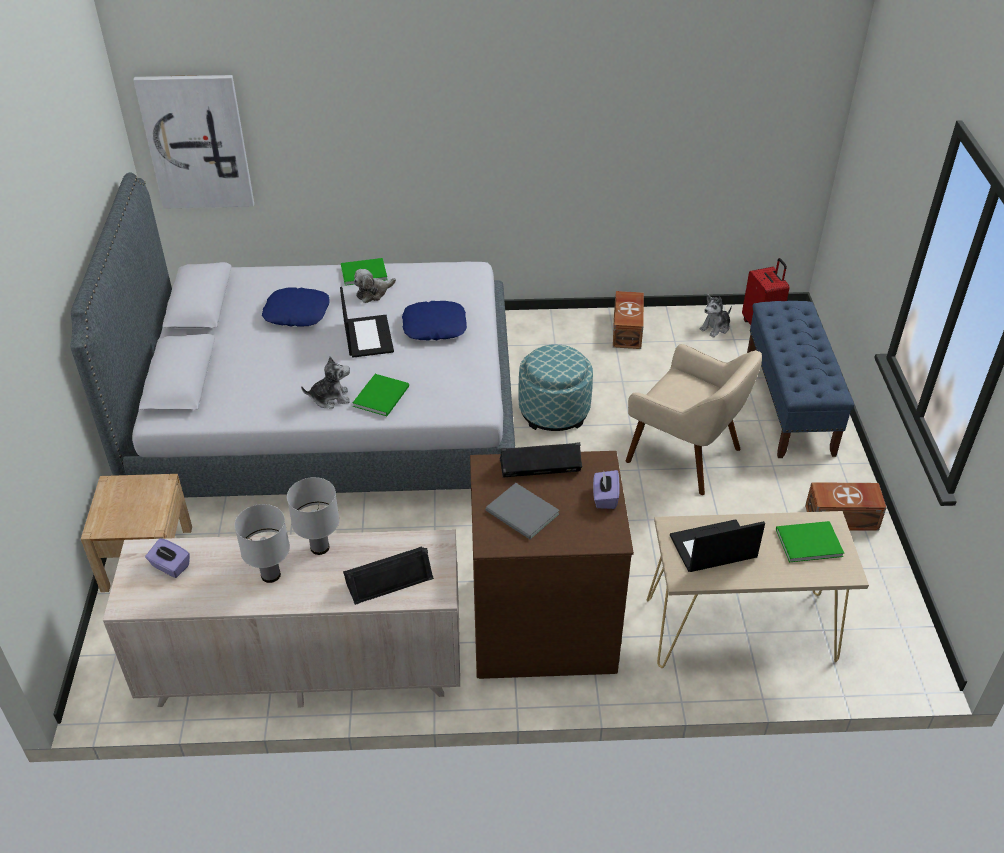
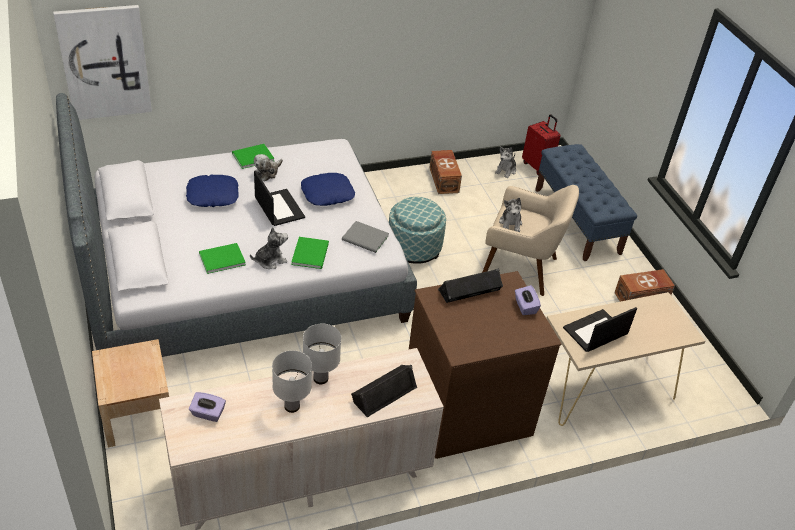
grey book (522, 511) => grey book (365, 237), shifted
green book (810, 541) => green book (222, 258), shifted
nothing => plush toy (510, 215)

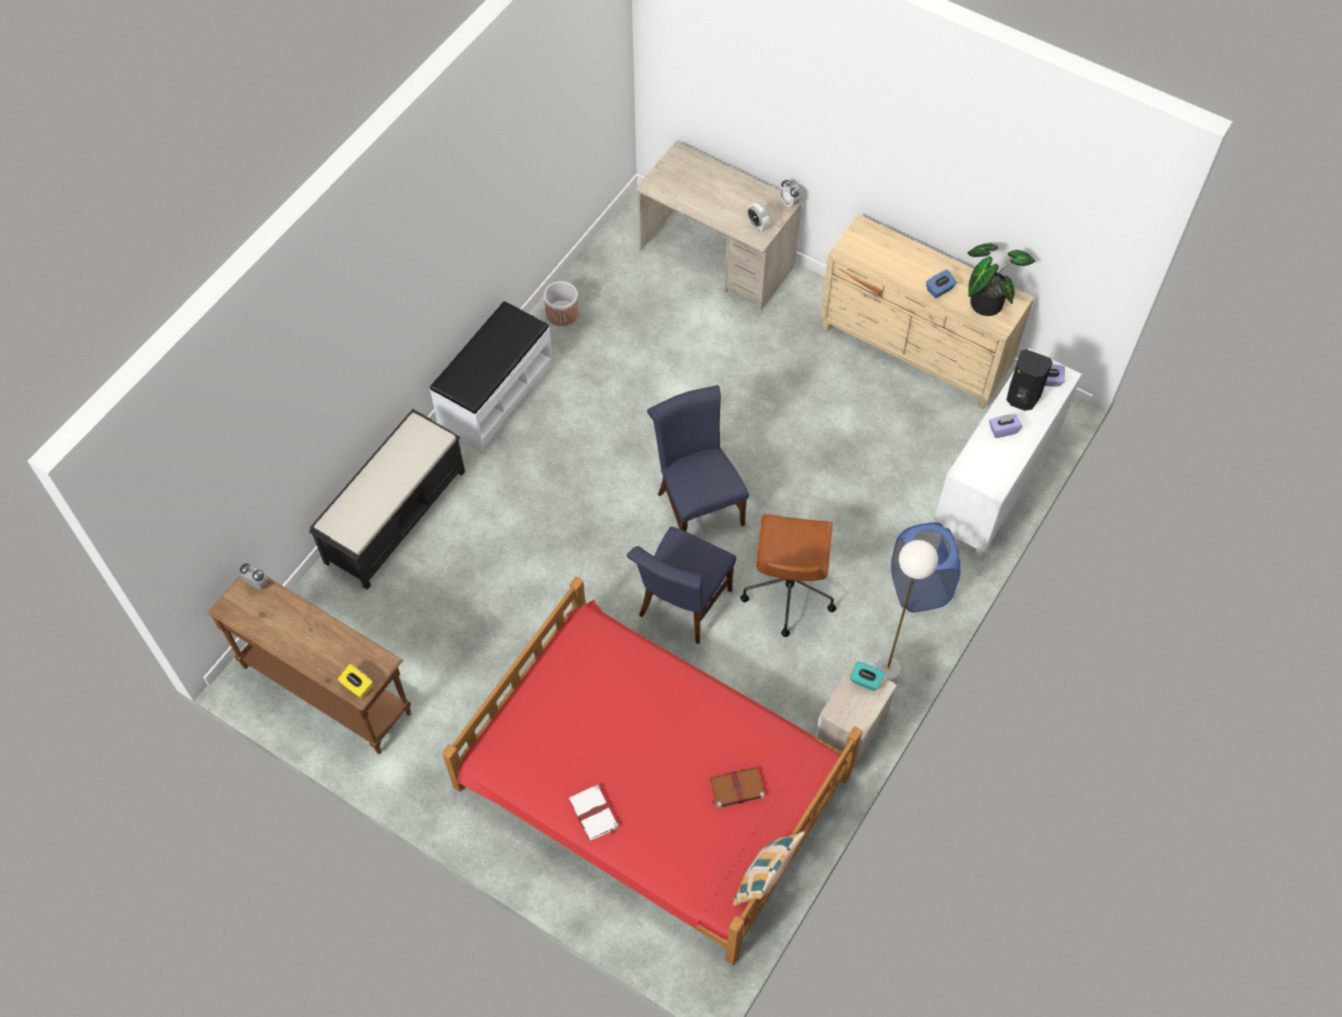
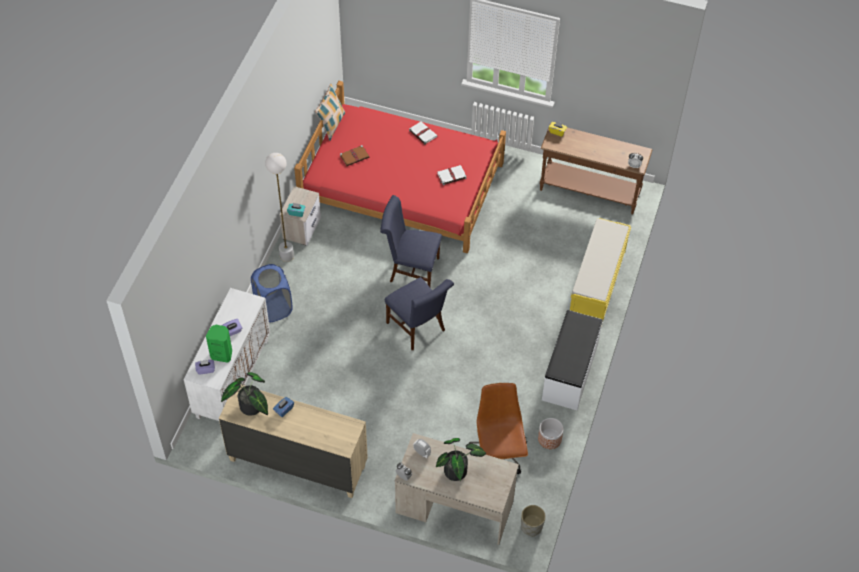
black bench (387, 499) => yellow bench (600, 273)
blue chair (681, 585) => blue chair (411, 241), 90 degrees counterclockwise
brown office chair (788, 575) => brown office chair (497, 428), shifted
black speaker (1029, 380) => green speaker (219, 344)
nothing => potted plant (461, 459)
nothing => white book (452, 175)
nothing => grey planter (533, 520)

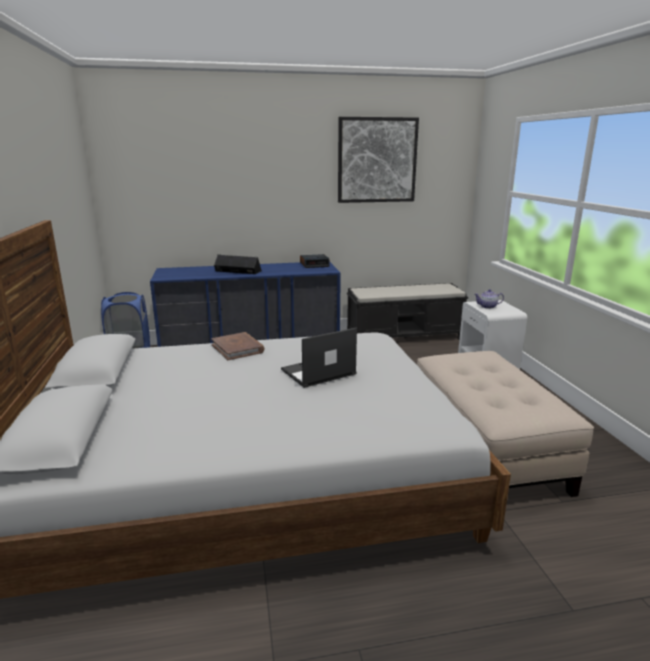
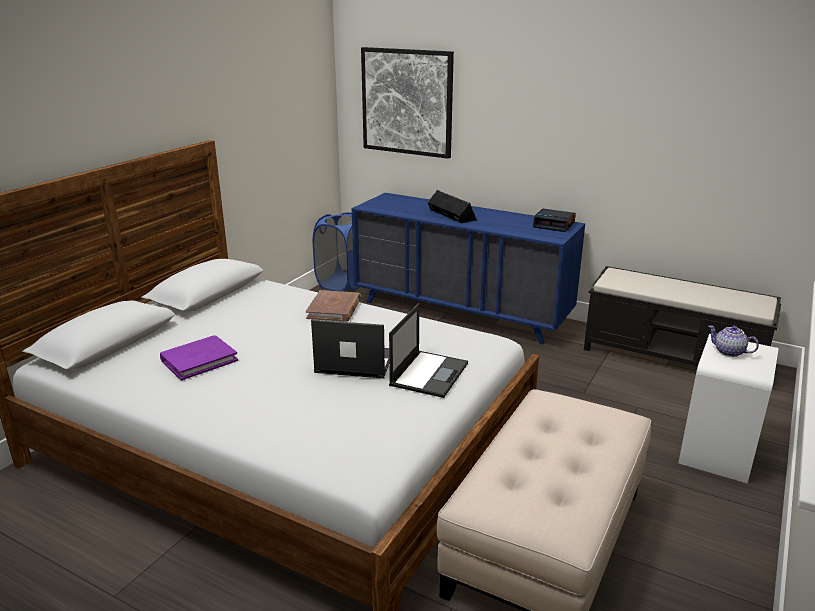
picture (378, 160) => picture (407, 103), shifted
nothing => purple book (199, 358)
nothing => laptop (428, 350)

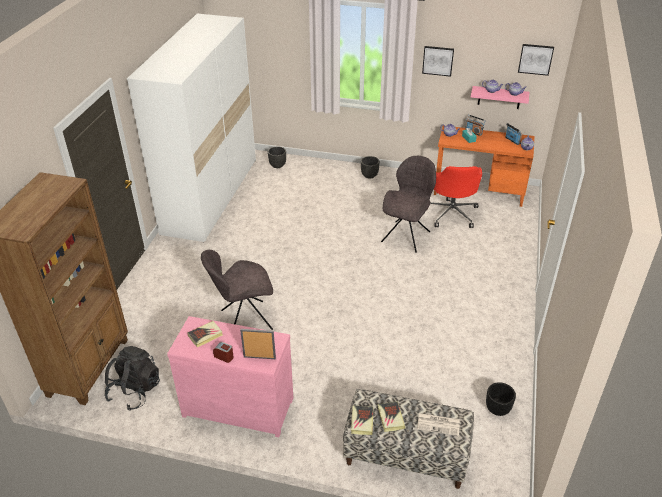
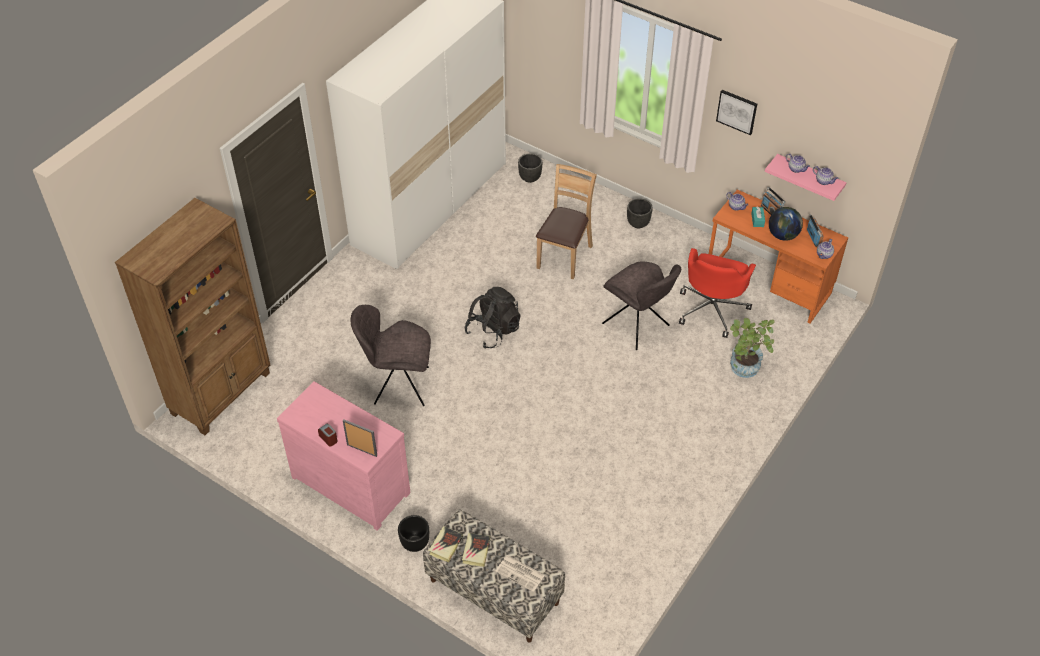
black backpack (132, 378) => black backpack (492, 318), shifted
book (205, 334) => nothing
grey chair (408, 204) => grey chair (641, 306), 90 degrees clockwise
black planter (501, 399) => black planter (413, 533), shifted
picture (536, 60) => nothing
nothing => brown chair (566, 221)
nothing => potted plant (752, 348)
nothing => globe (786, 224)

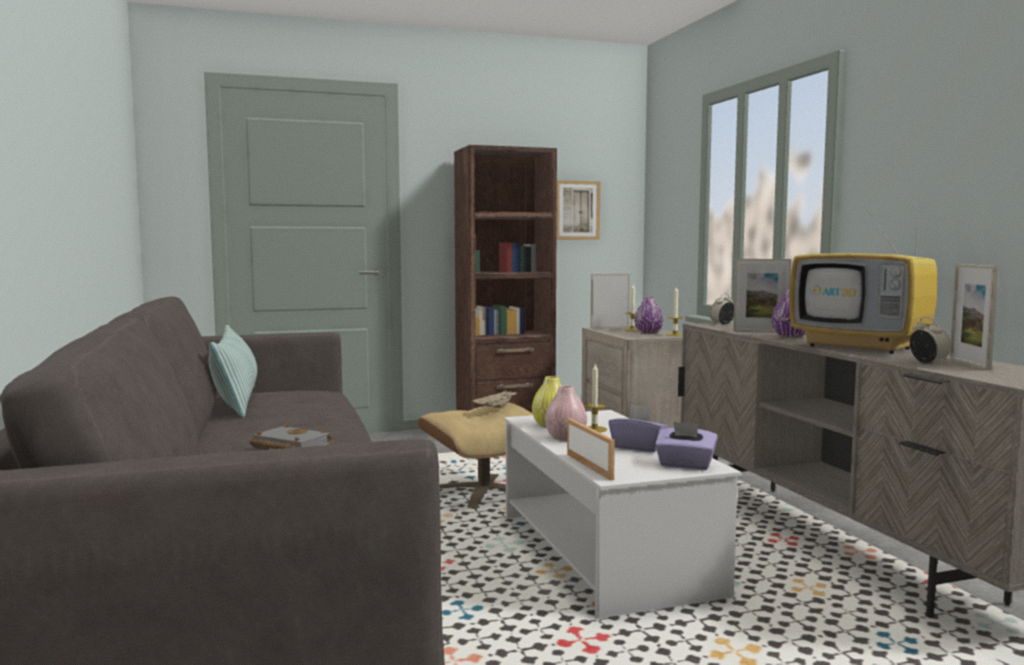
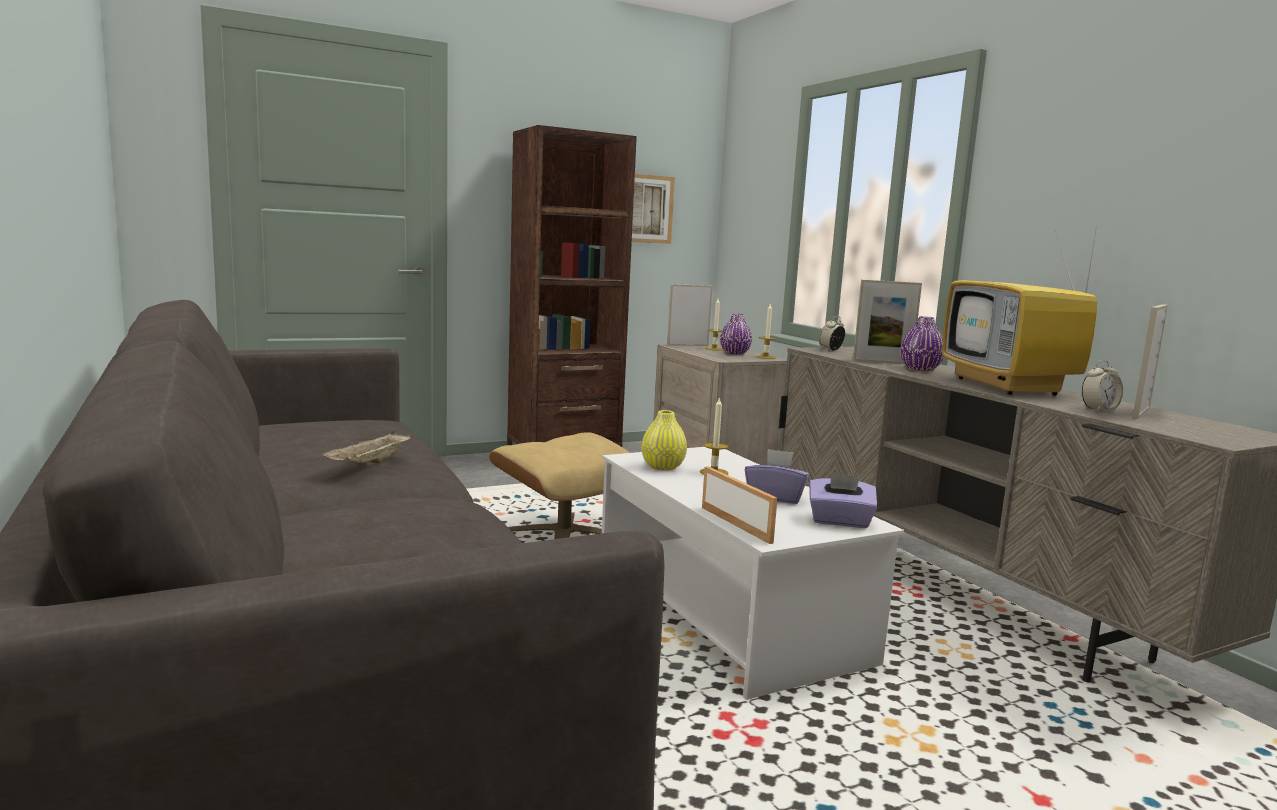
pillow (233, 371) => nothing
grey book (291, 436) => nothing
beige tray (494, 399) => beige tray (366, 447), shifted
pink vase (566, 413) => nothing
television (864, 272) => television (1020, 307), 45 degrees clockwise
alarm clock (930, 340) => alarm clock (1102, 386), 90 degrees clockwise
picture frame (974, 317) => picture frame (1150, 361), 45 degrees clockwise

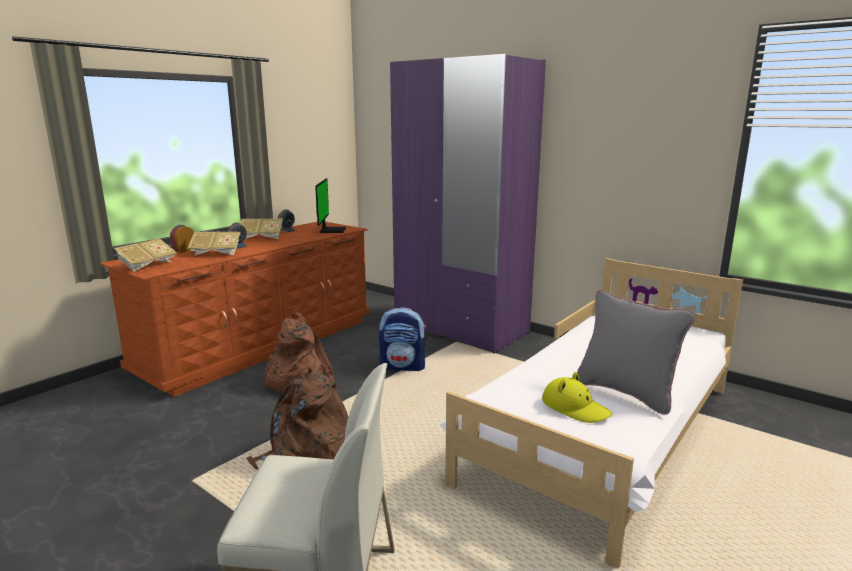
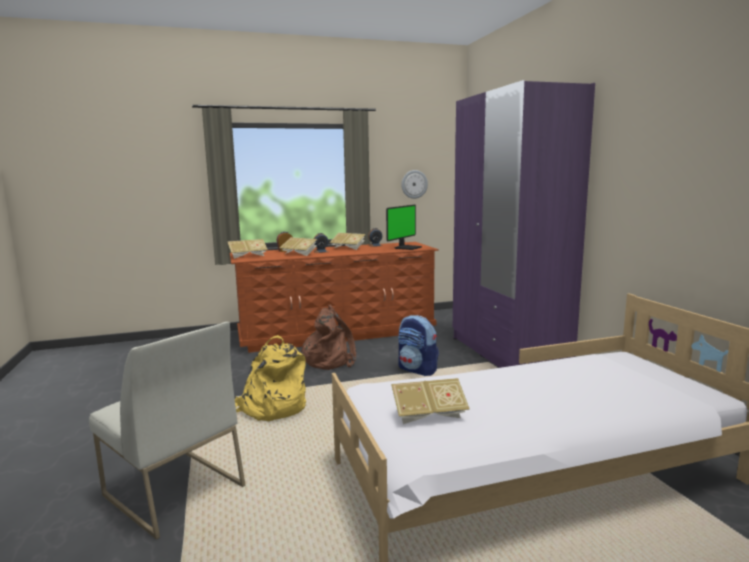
brown backpack (297, 417) => yellow backpack (270, 378)
yellow hat (577, 397) => book (430, 401)
grey pillow (636, 352) => nothing
nothing => wall clock (414, 184)

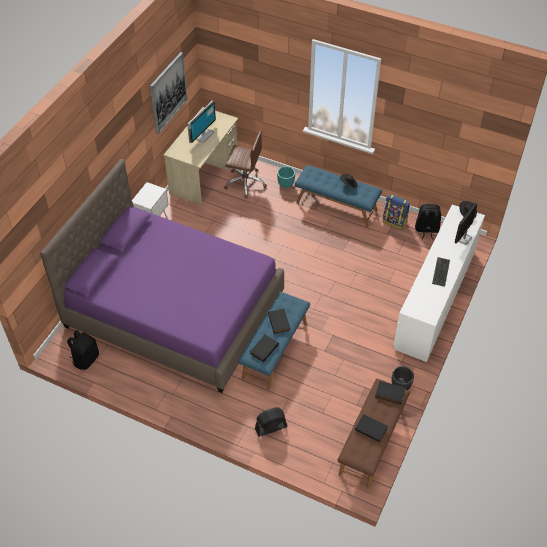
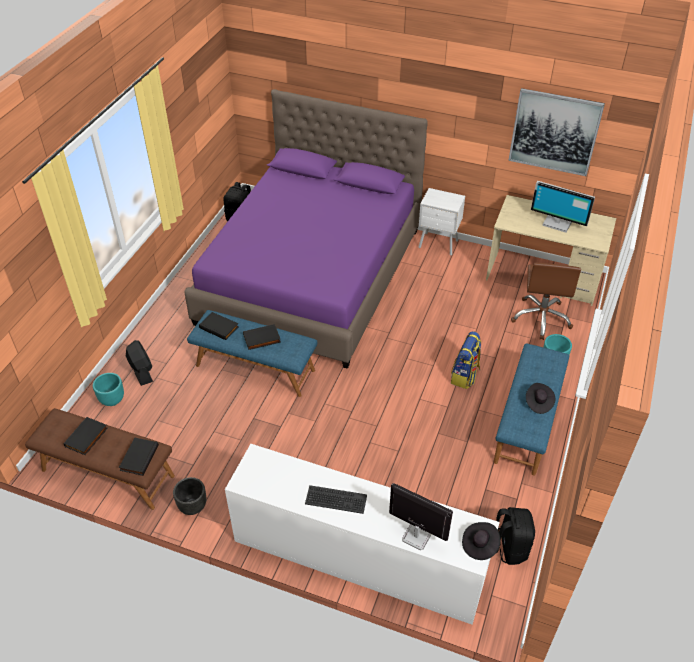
backpack (396, 212) => backpack (466, 360), shifted
nothing => turquoise planter (108, 389)

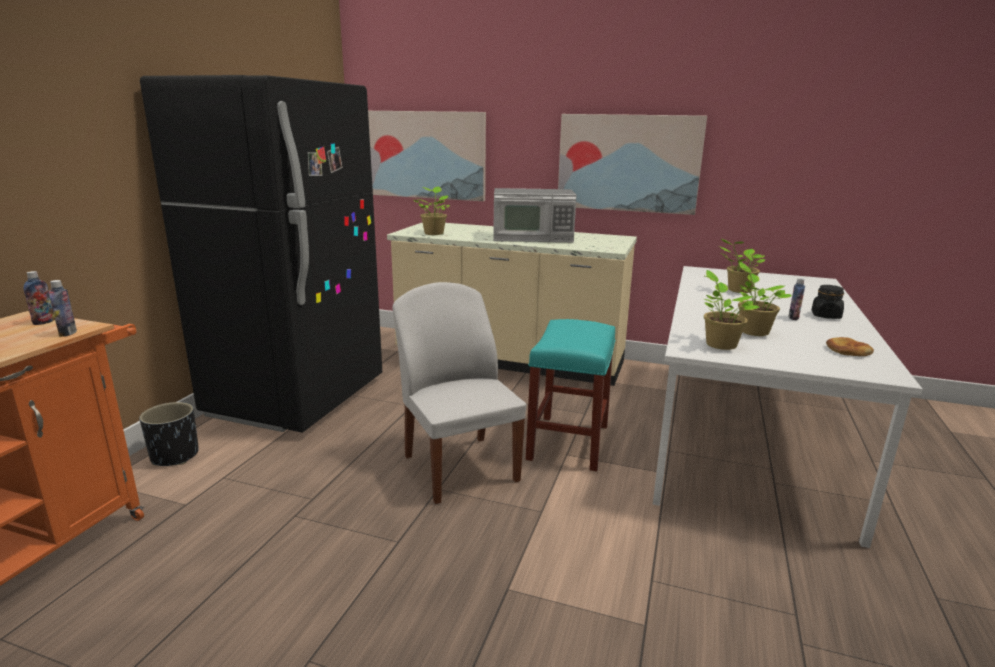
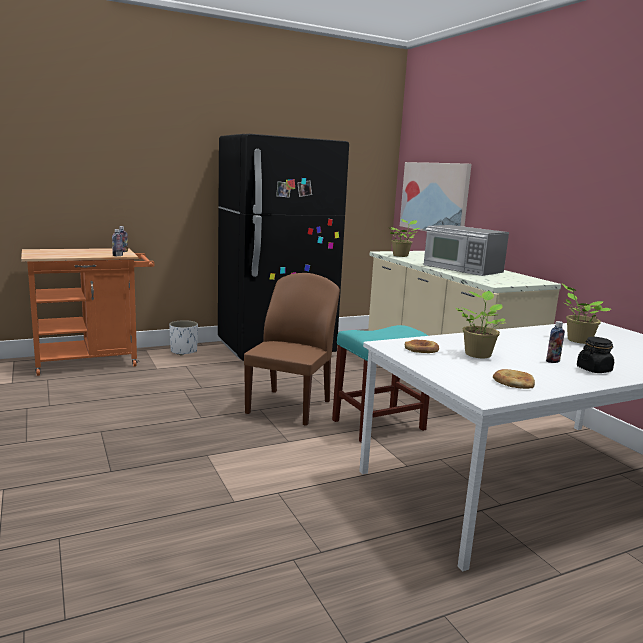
black planter (169, 434) => white planter (183, 338)
white chair (459, 393) => brown chair (292, 349)
picture (632, 164) => nothing
potted plant (732, 310) => bread (422, 346)

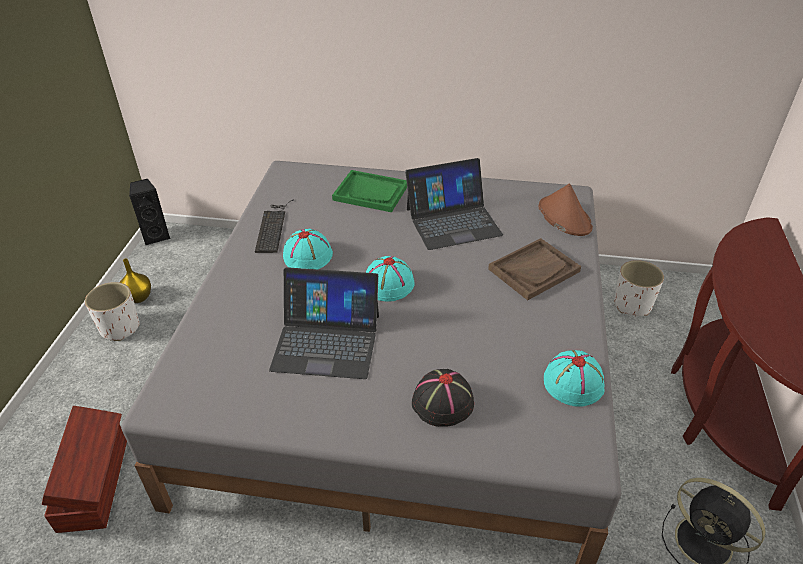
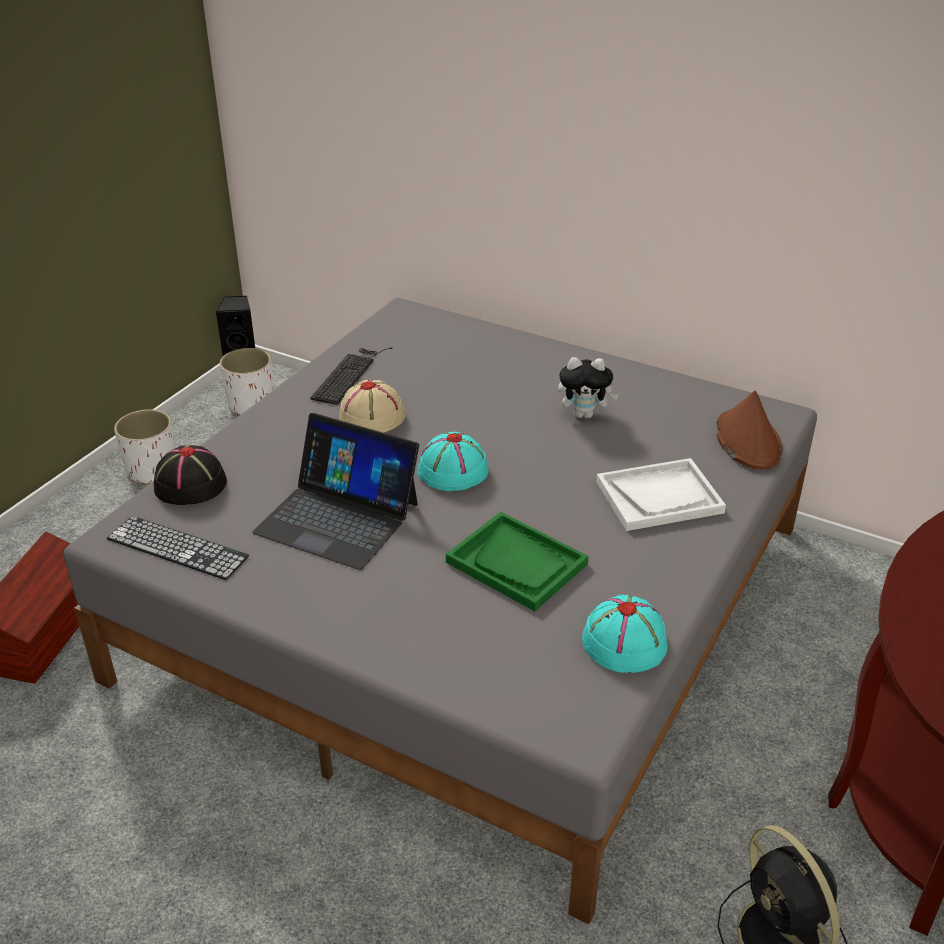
yellow vase (135, 281) => nothing
turquoise hat (308, 248) => beige hat (372, 406)
green tray (369, 191) => green tray (517, 561), shifted
laptop (454, 204) => plush toy (588, 387)
black hat (443, 398) => black hat (190, 475), shifted
brown tray (534, 269) => white tray (661, 494)
white planter (639, 288) => white planter (247, 381), shifted
nothing => keyboard (178, 548)

